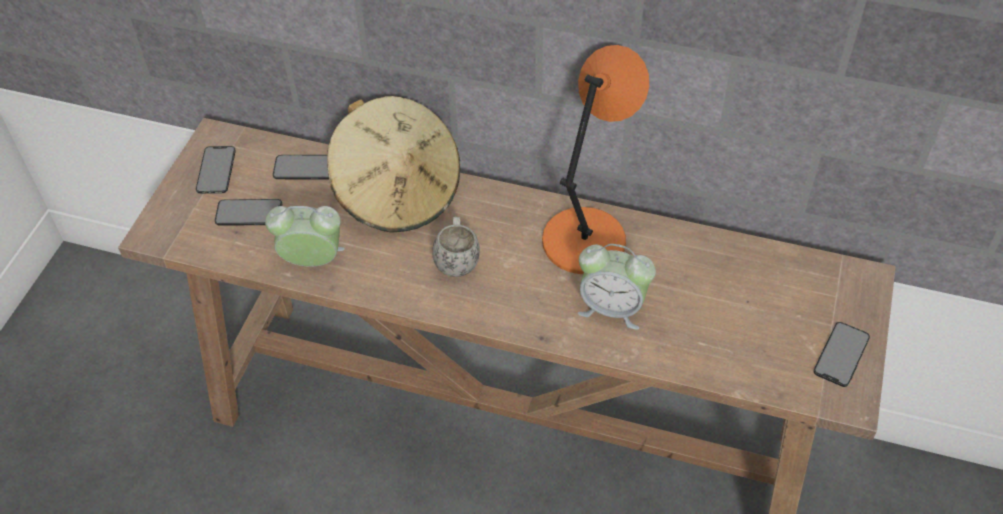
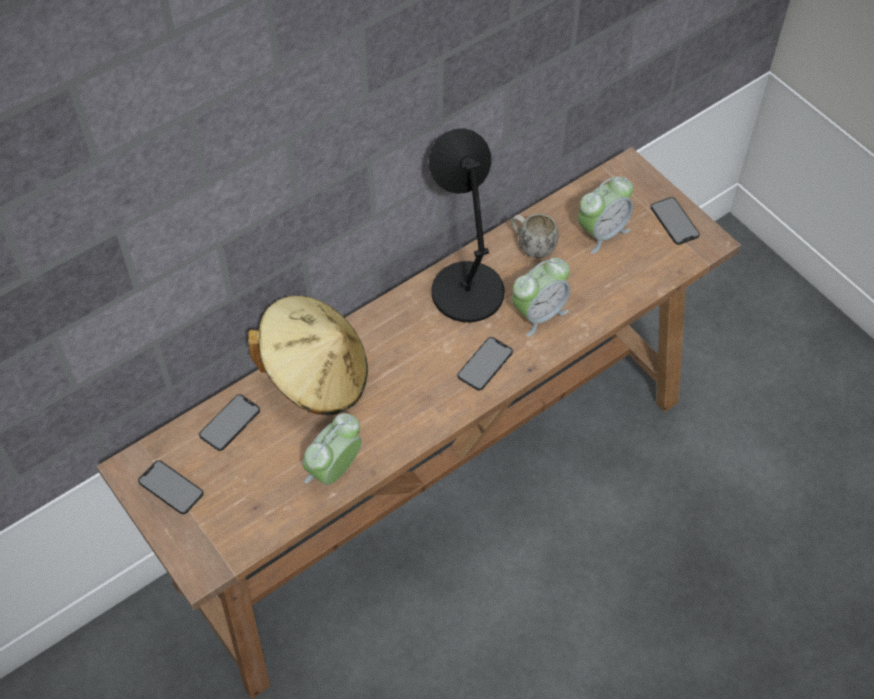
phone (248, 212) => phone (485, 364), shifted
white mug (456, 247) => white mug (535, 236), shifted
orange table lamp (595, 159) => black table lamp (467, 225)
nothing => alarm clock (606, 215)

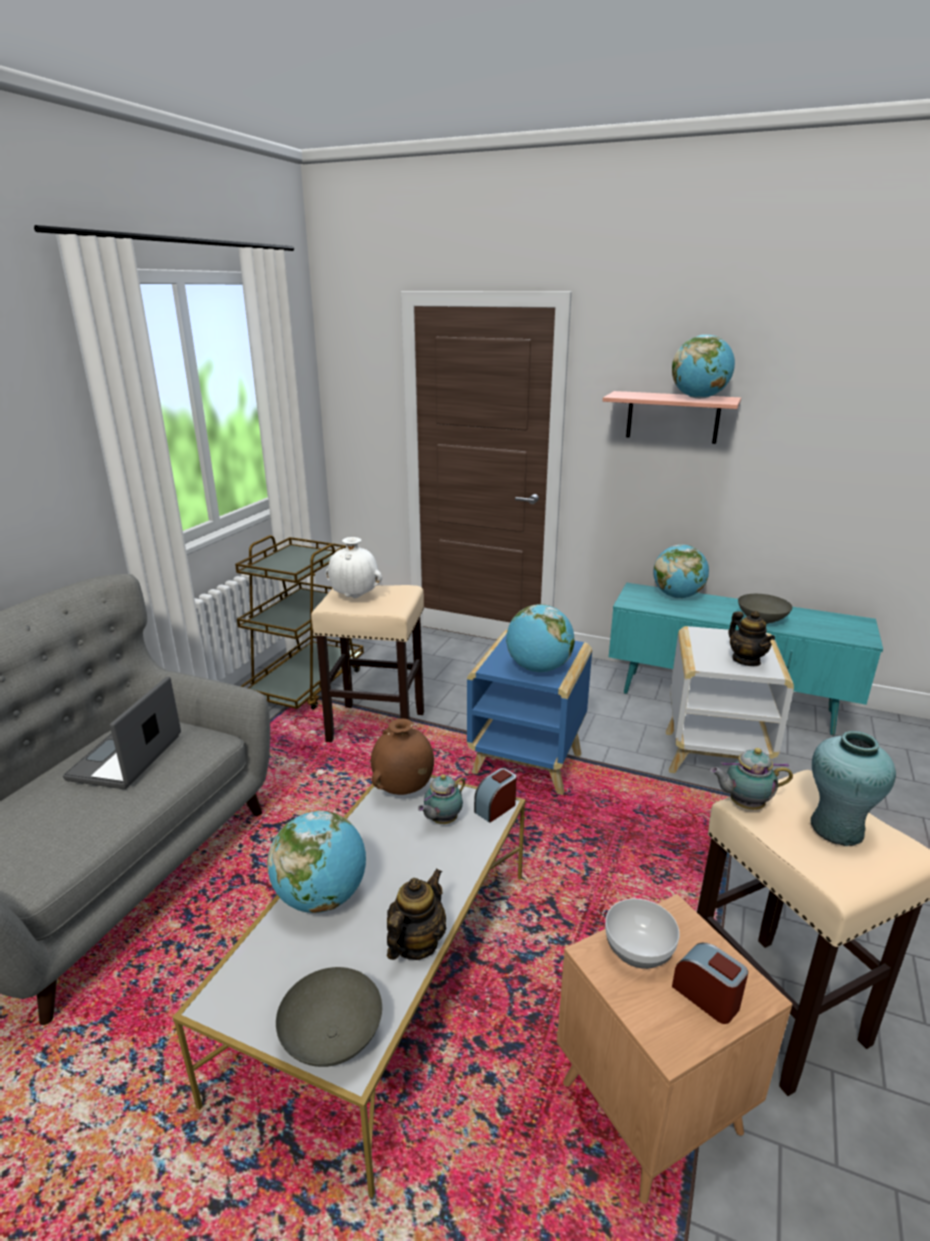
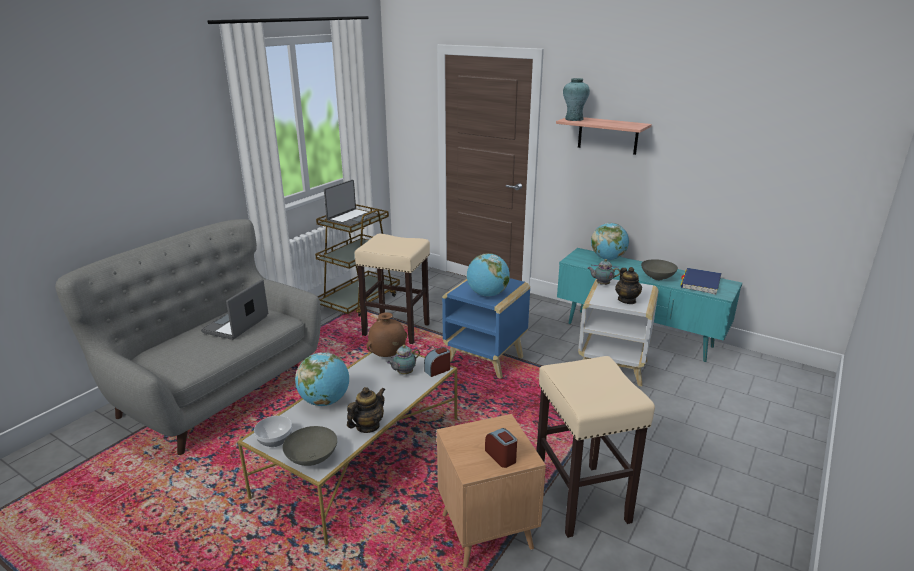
white vase (353, 567) => nothing
bowl (642, 933) => bowl (273, 431), shifted
globe (703, 366) => nothing
teapot (751, 779) => teapot (604, 272), shifted
turquoise vase (853, 788) => turquoise vase (576, 99), shifted
nothing => laptop (351, 204)
nothing => blue book (700, 281)

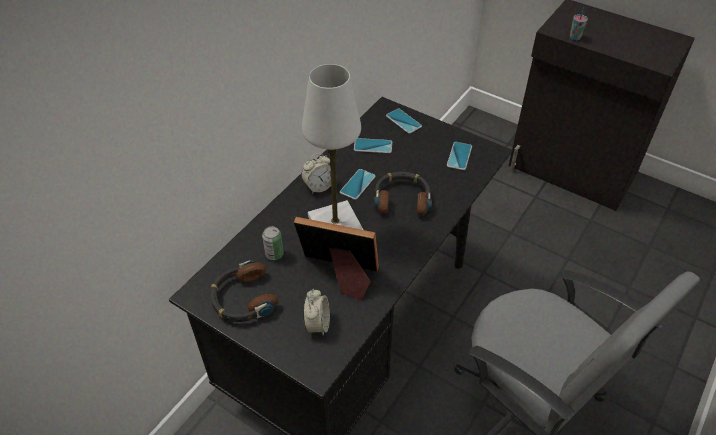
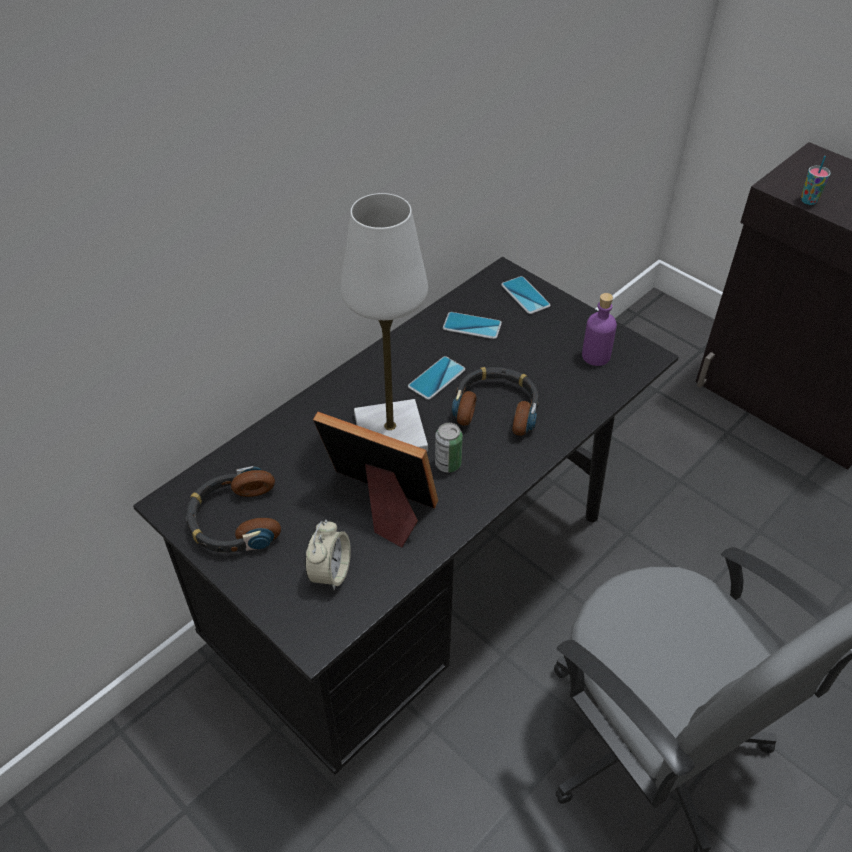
can (273, 243) => can (449, 448), shifted
alarm clock (316, 173) => nothing
phone (459, 156) => purple bottle (599, 329)

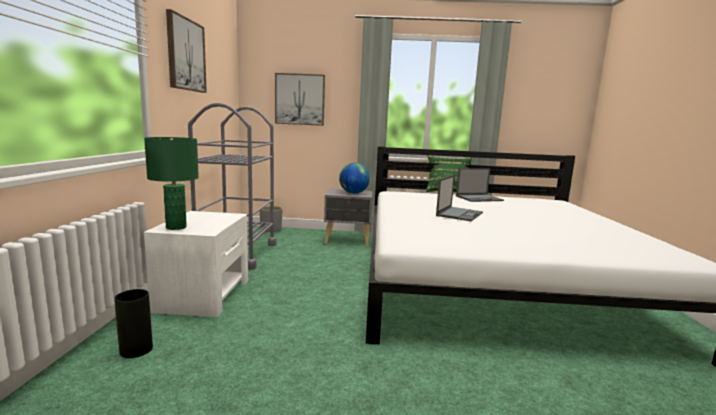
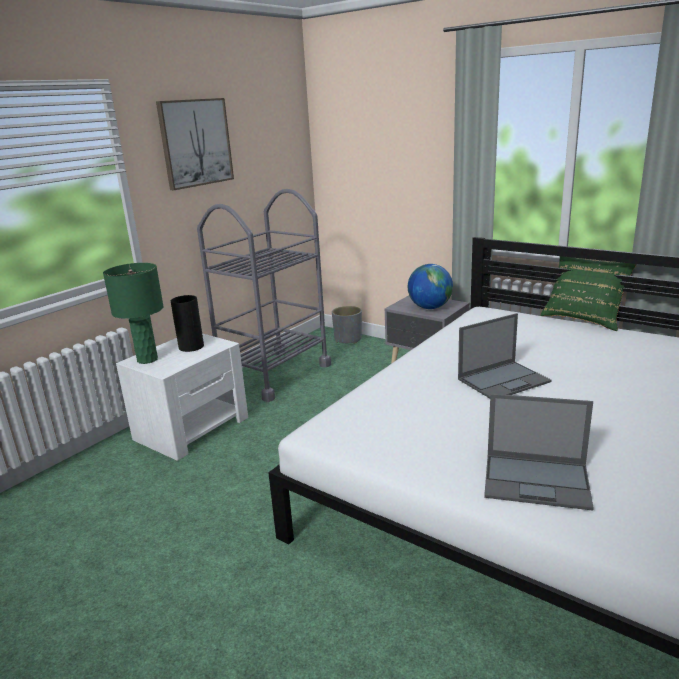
vase (133, 323) => vase (187, 323), shifted
picture (300, 99) => nothing
laptop (480, 185) => laptop (539, 452), shifted

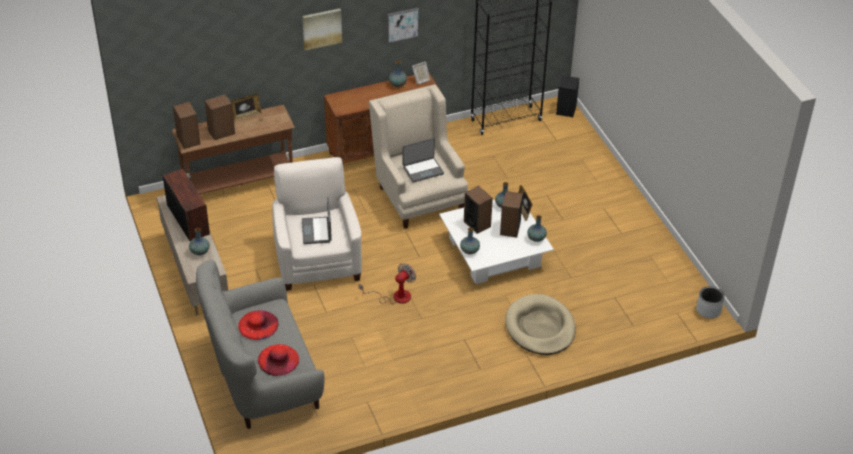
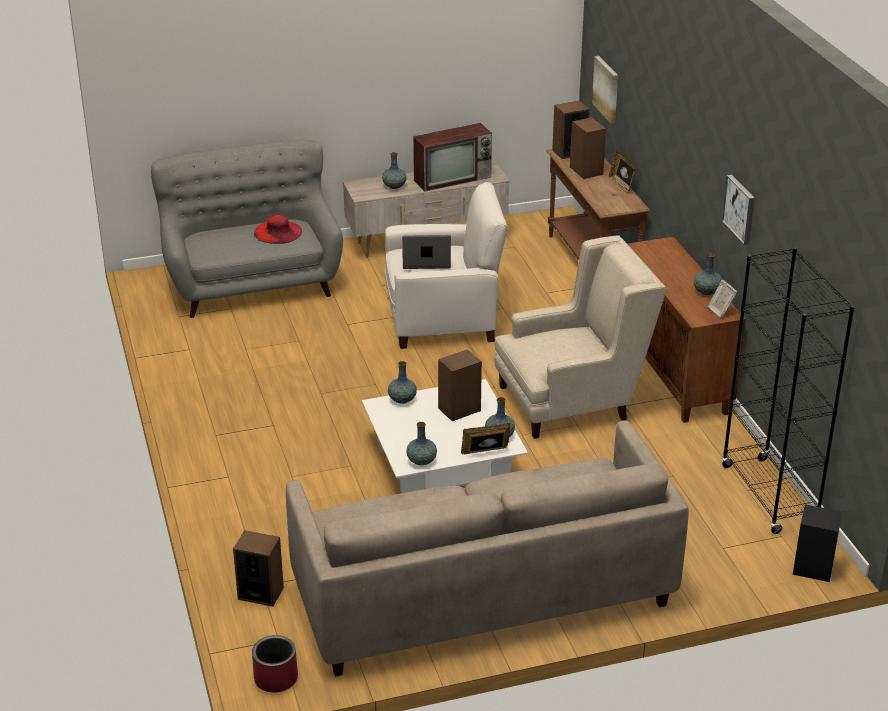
red hat (278, 360) => nothing
picture (322, 29) => picture (605, 90), shifted
fan (387, 283) => nothing
laptop (423, 160) => nothing
speaker (511, 214) => speaker (258, 568), shifted
beige dog bed (540, 324) => nothing
grey planter (710, 302) => red planter (275, 664)
nothing => beige sofa (487, 549)

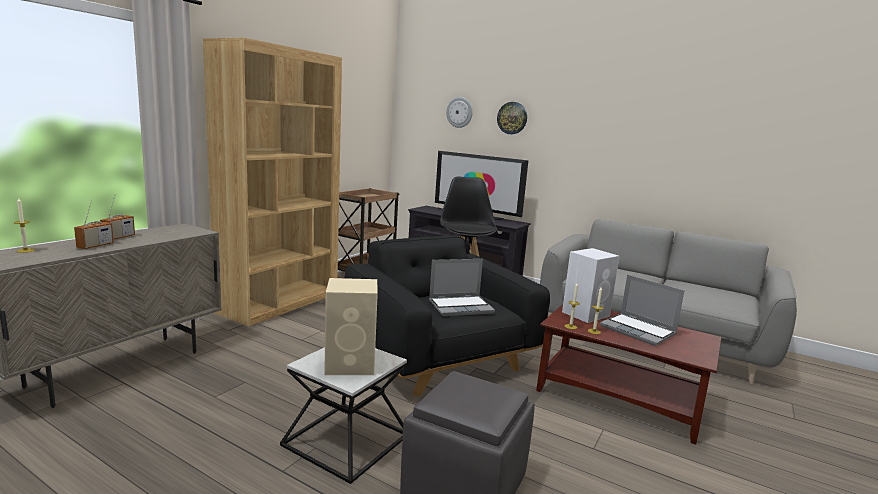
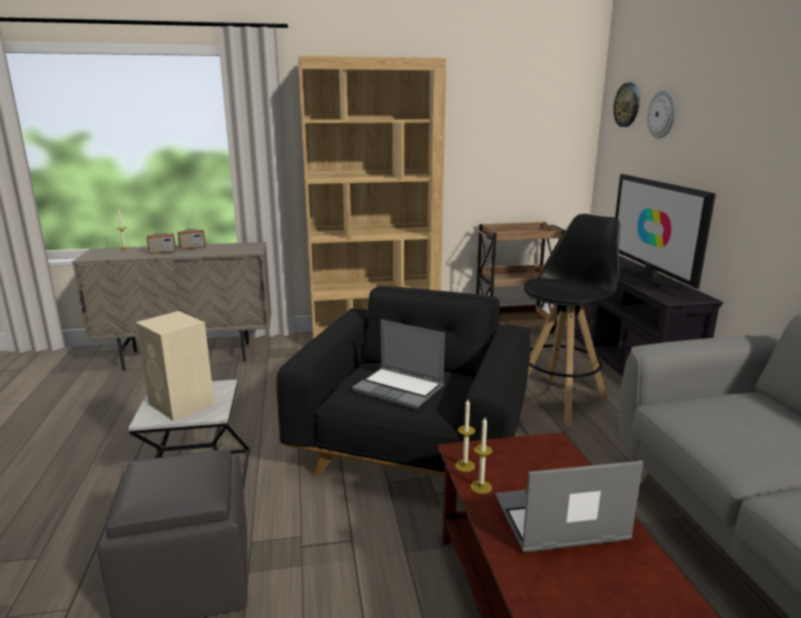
wall clock (512, 118) => wall clock (626, 105), shifted
white speaker (590, 285) => nothing
laptop (642, 310) => laptop (569, 507), 75 degrees clockwise

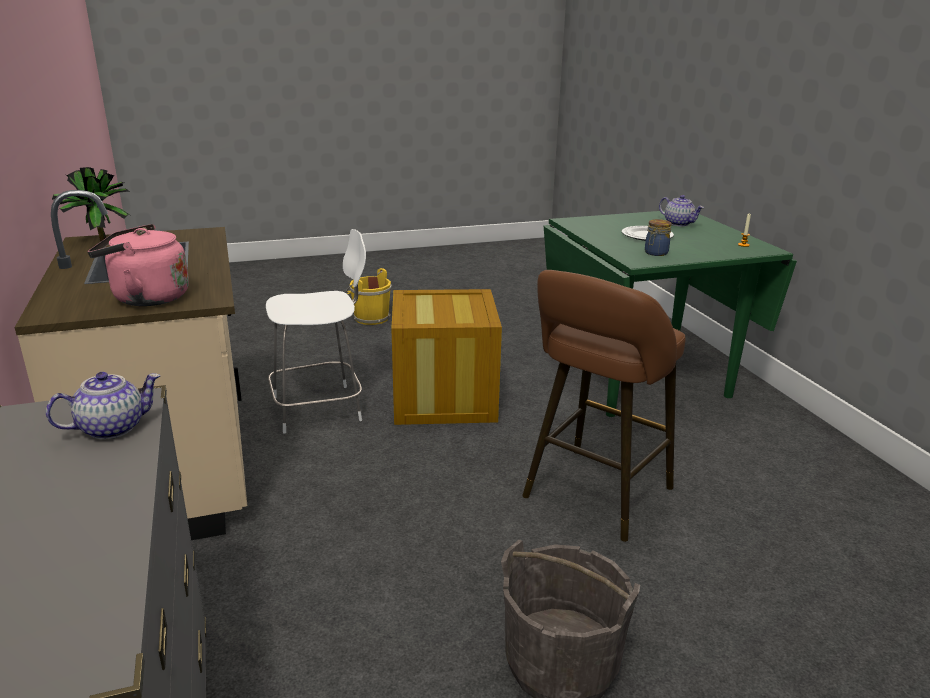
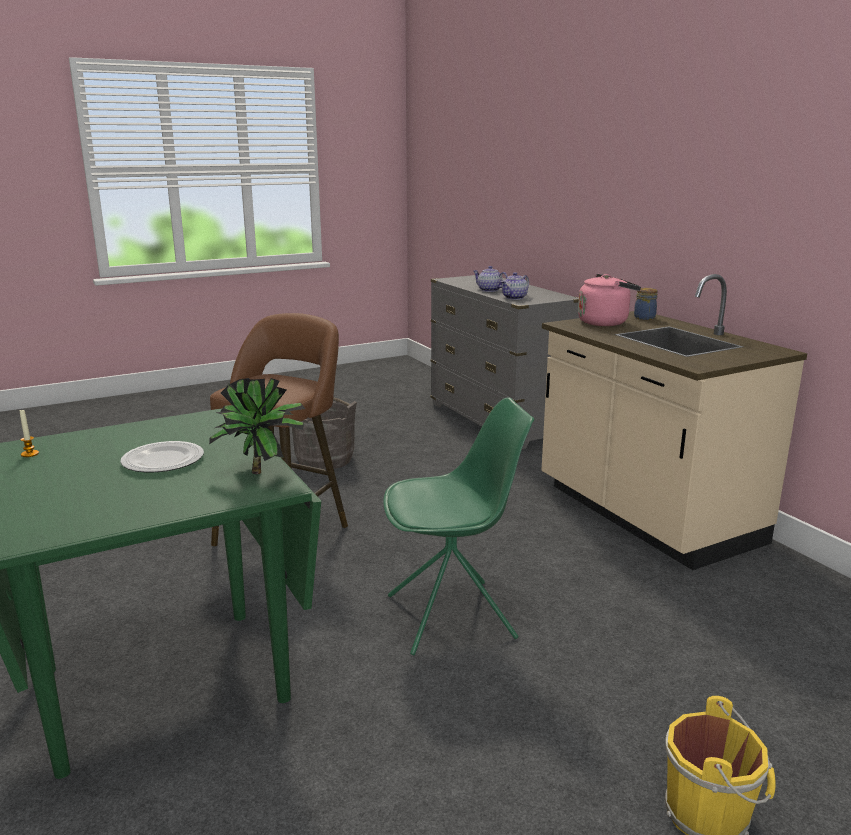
potted plant (91, 204) => potted plant (257, 426), shifted
white chair (316, 331) => nothing
crate (446, 357) => green chair (459, 526)
jar (658, 237) => jar (646, 304), shifted
teapot (681, 210) => teapot (490, 279), shifted

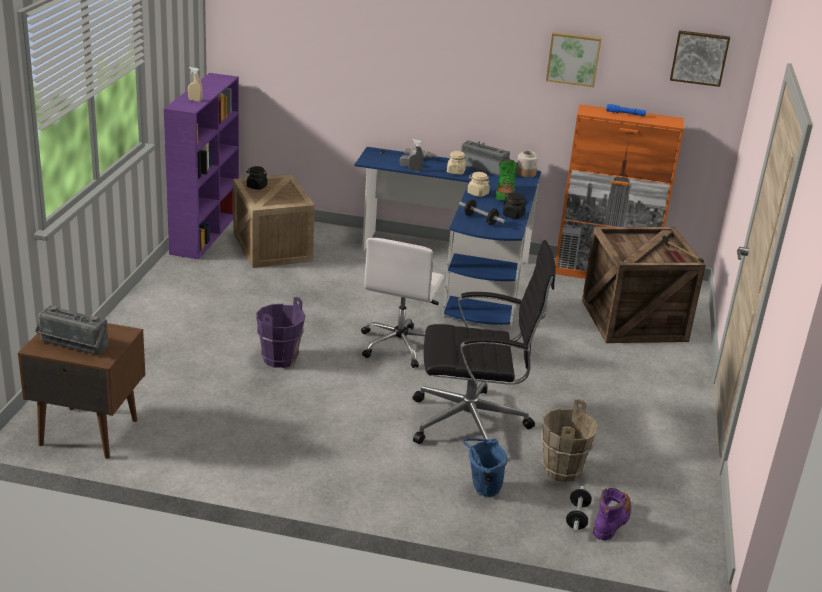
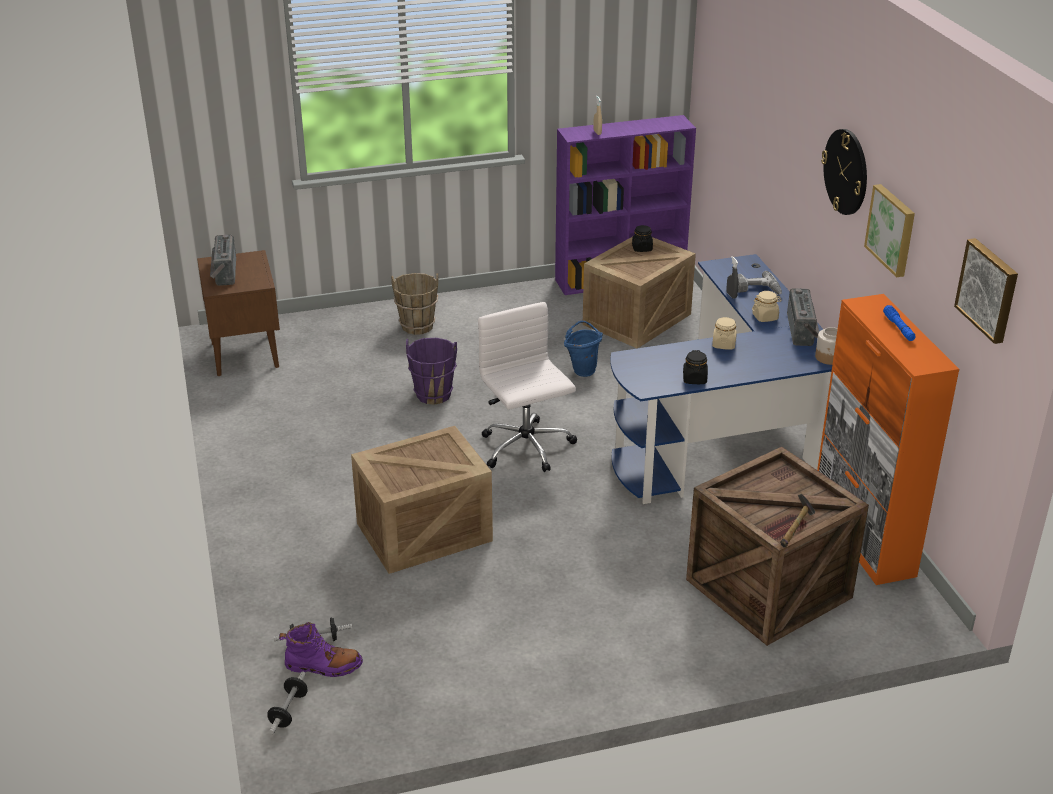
white office chair (403, 303) => white office chair (527, 387), 75 degrees clockwise
black office chair (484, 342) => crate (422, 500)
dumbbell (482, 212) => dumbbell (287, 703), shifted
blue bucket (485, 467) => blue bucket (583, 349), shifted
green boot (506, 180) => nothing
brown bucket (569, 440) => brown bucket (415, 304), shifted
nothing => wall clock (844, 172)

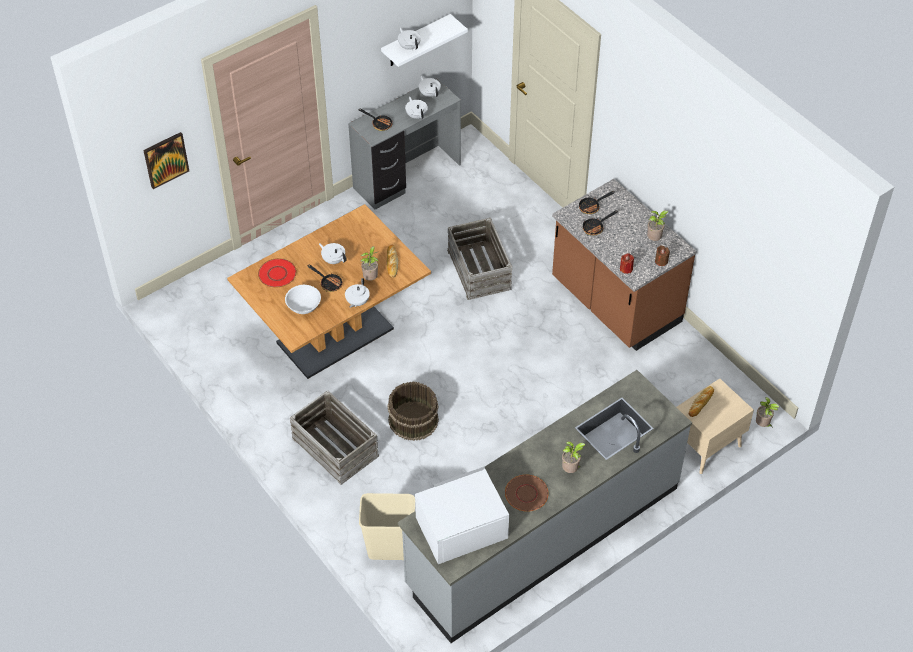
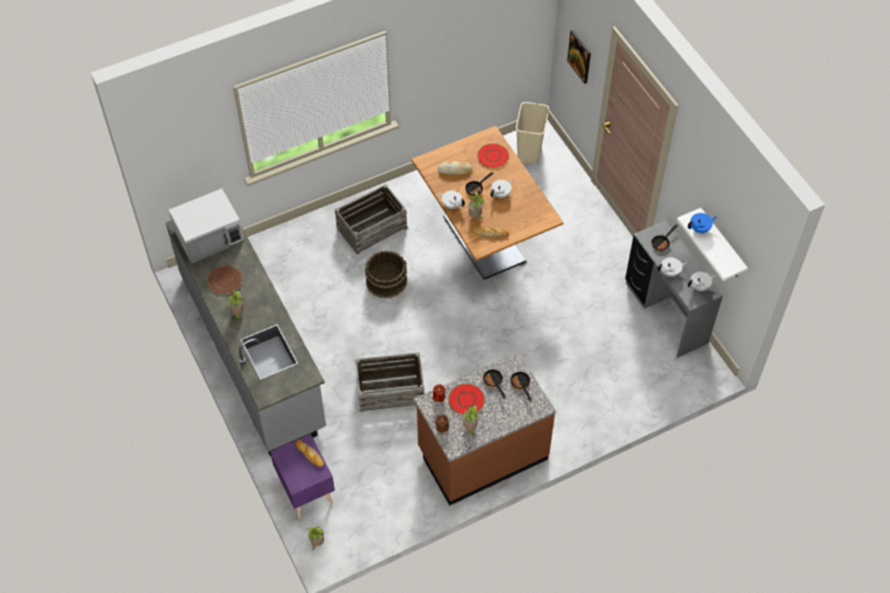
white bowl (303, 299) => bread (455, 167)
beige trash can (387, 526) => beige trash can (532, 133), shifted
white teapot (409, 39) => blue teapot (702, 223)
white microwave (462, 515) => white microwave (206, 226), 75 degrees clockwise
crate (479, 259) => crate (389, 382), shifted
beige nightstand (715, 426) => purple nightstand (302, 476)
nothing => red plate (466, 399)

